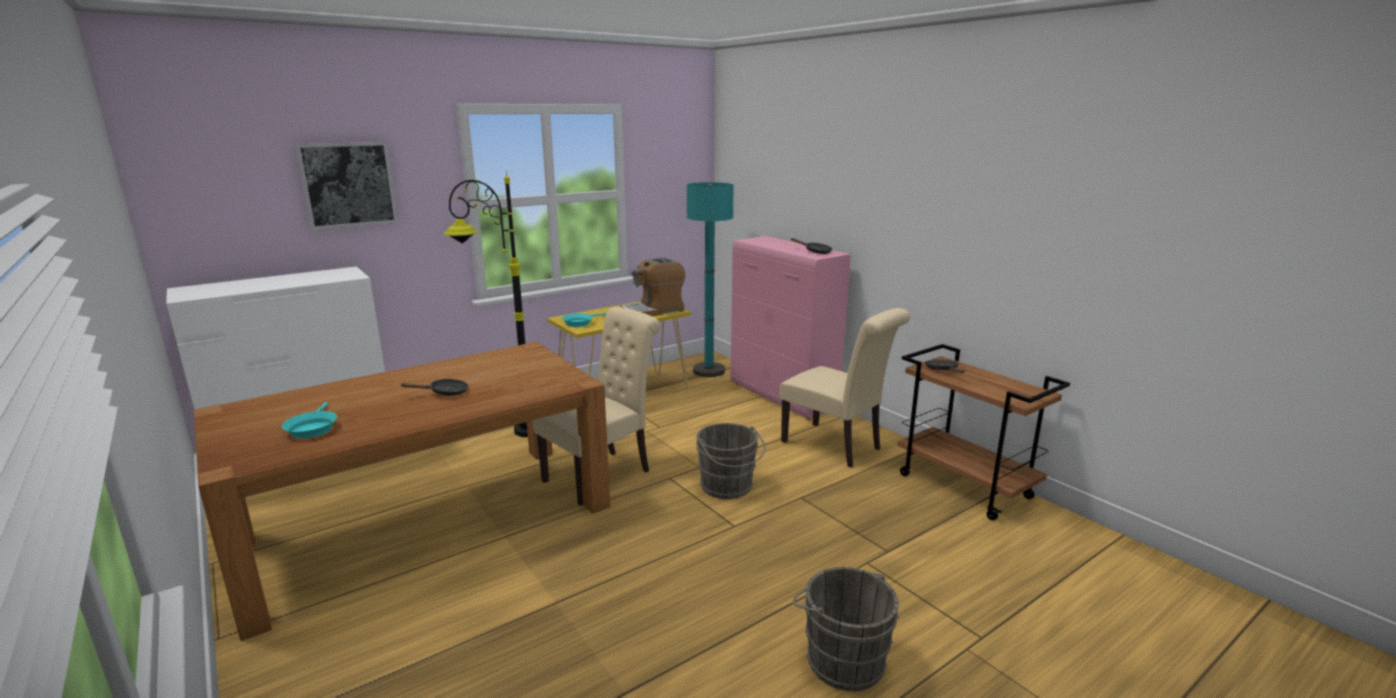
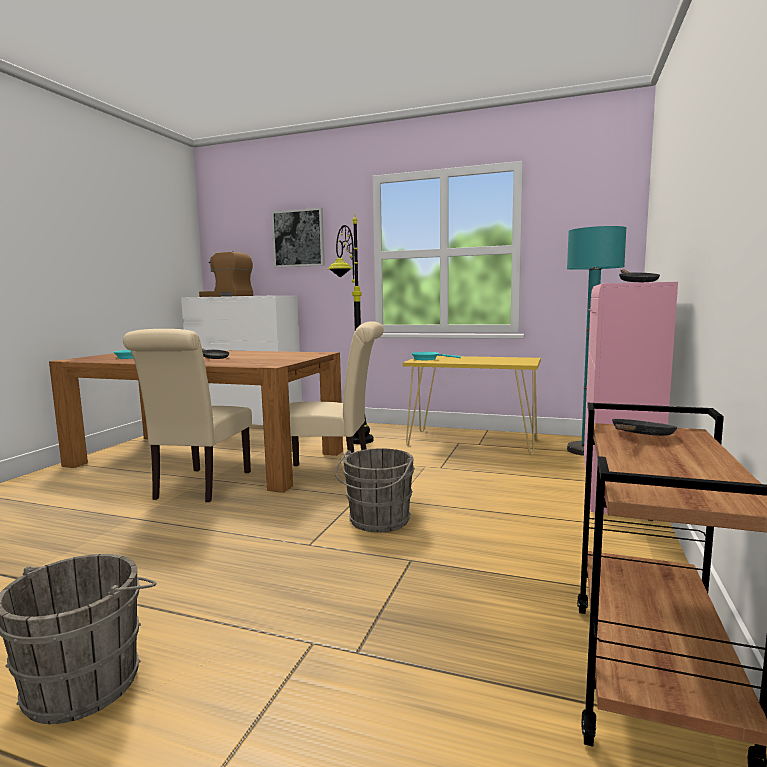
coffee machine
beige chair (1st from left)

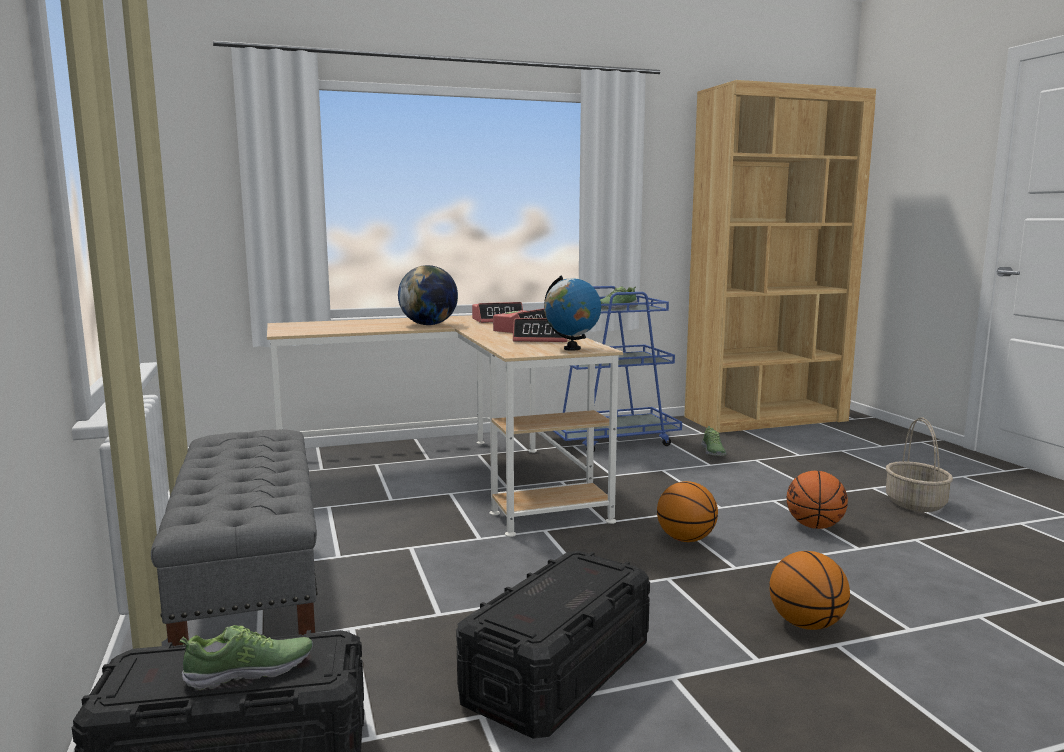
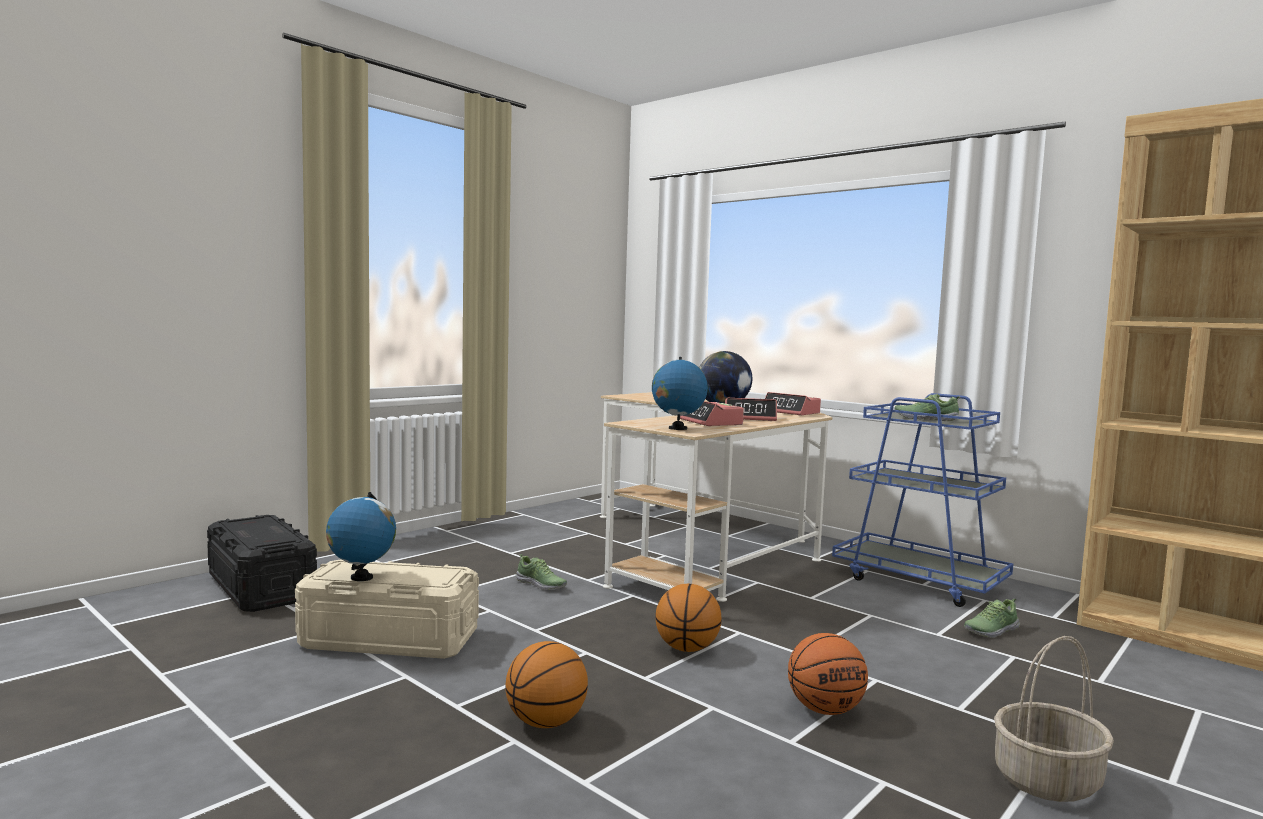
grey bench
shoe (1st from left)
beige storage box
globe (1st from left)

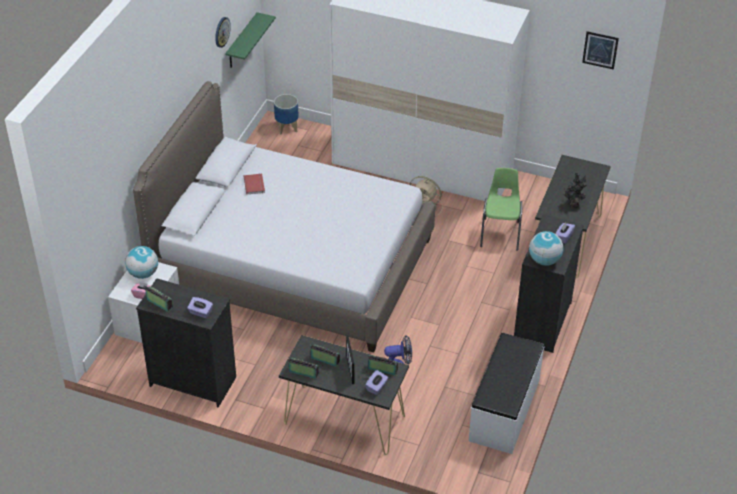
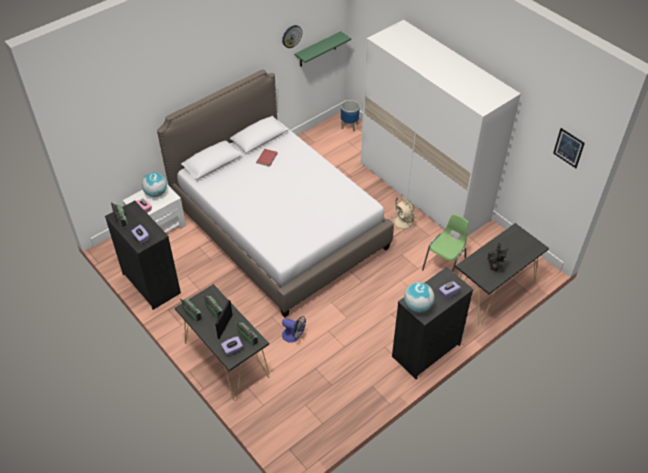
white bench

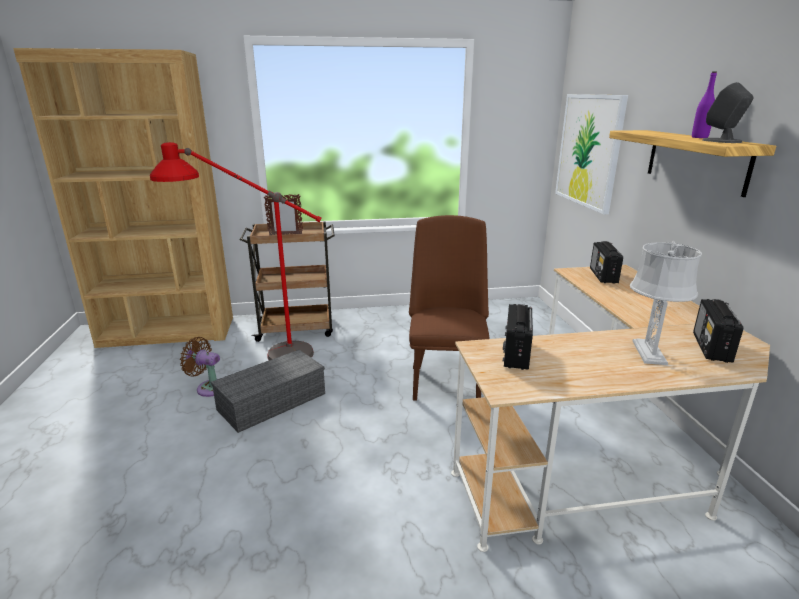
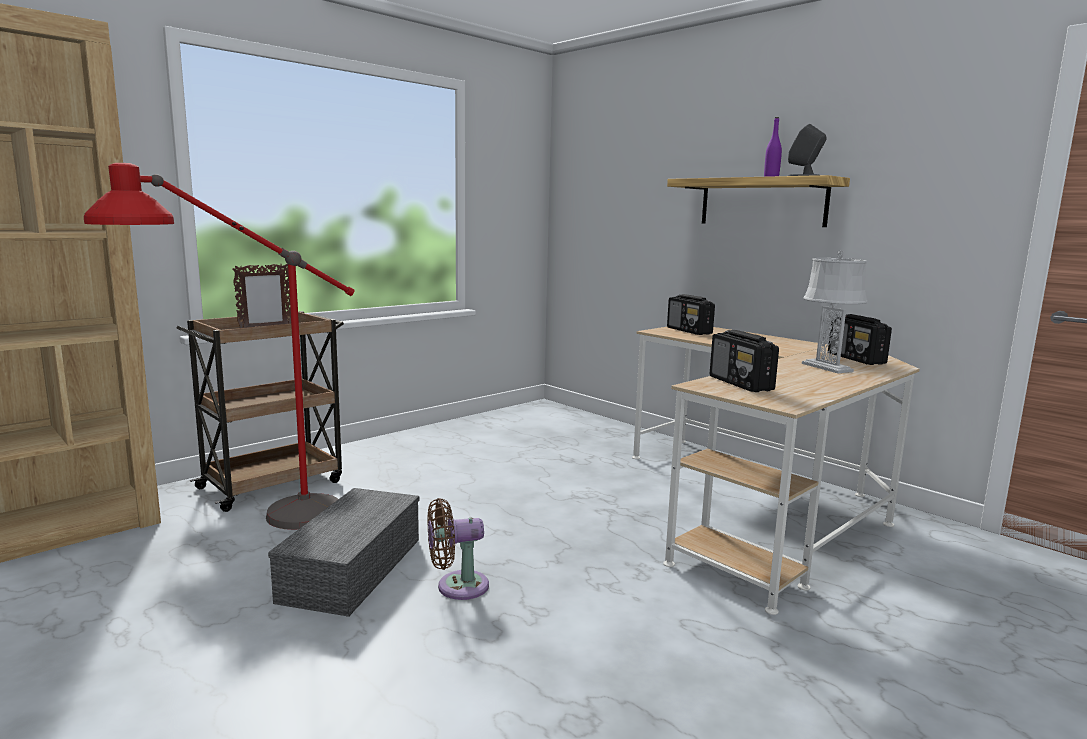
brown fan
brown chair
picture

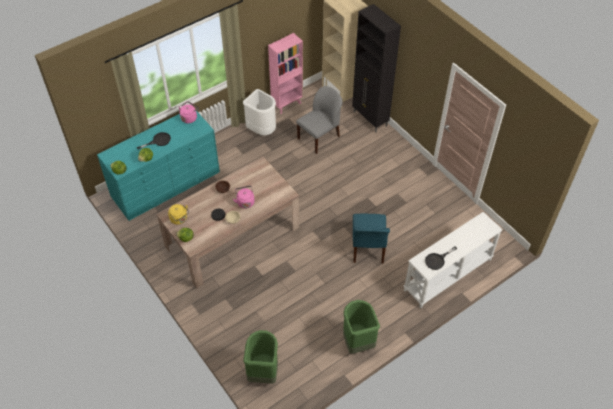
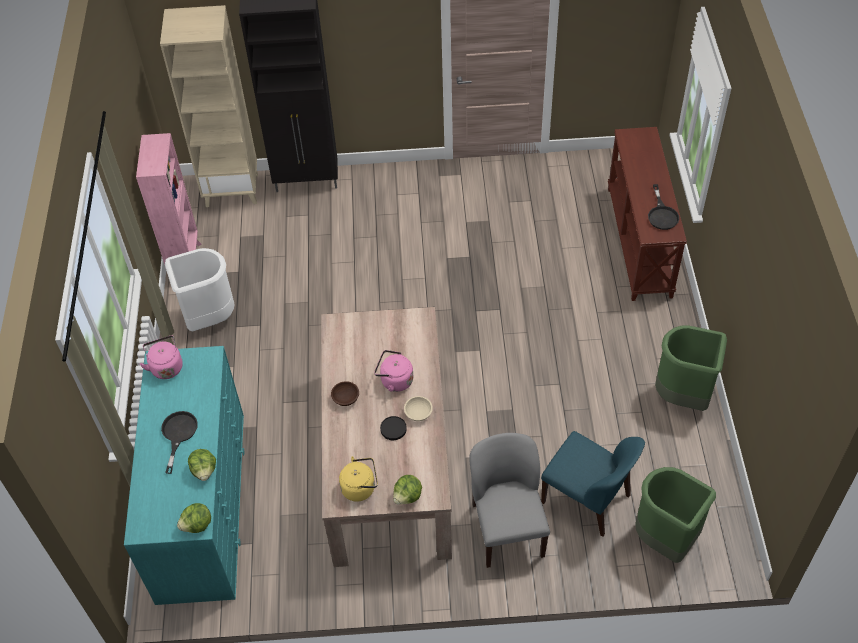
grey chair
blue chair
brown console table

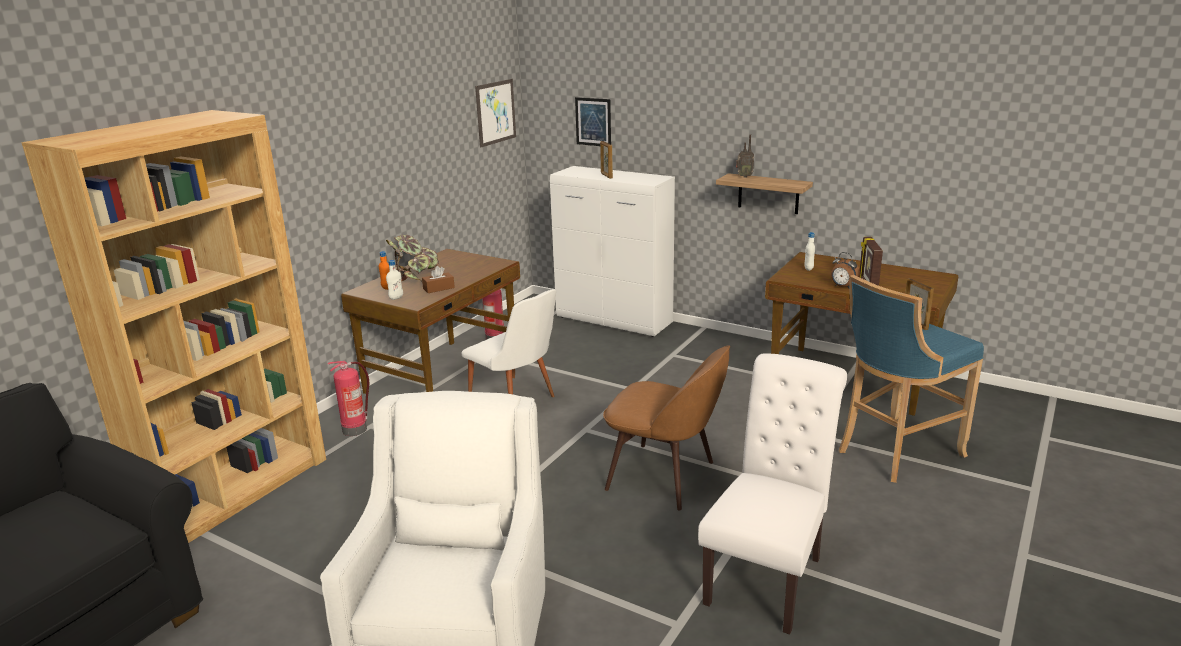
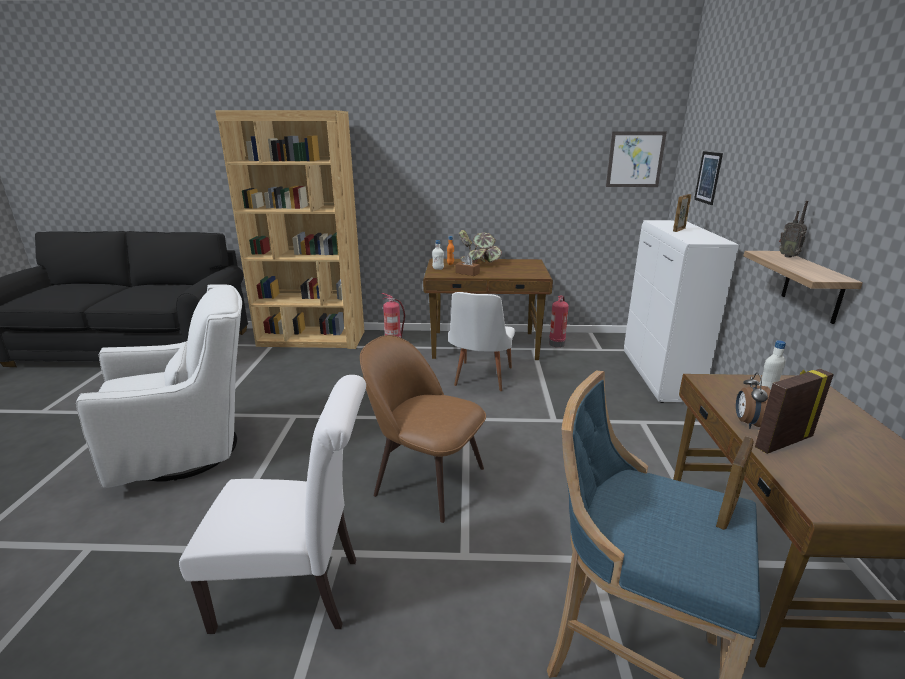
brown chair

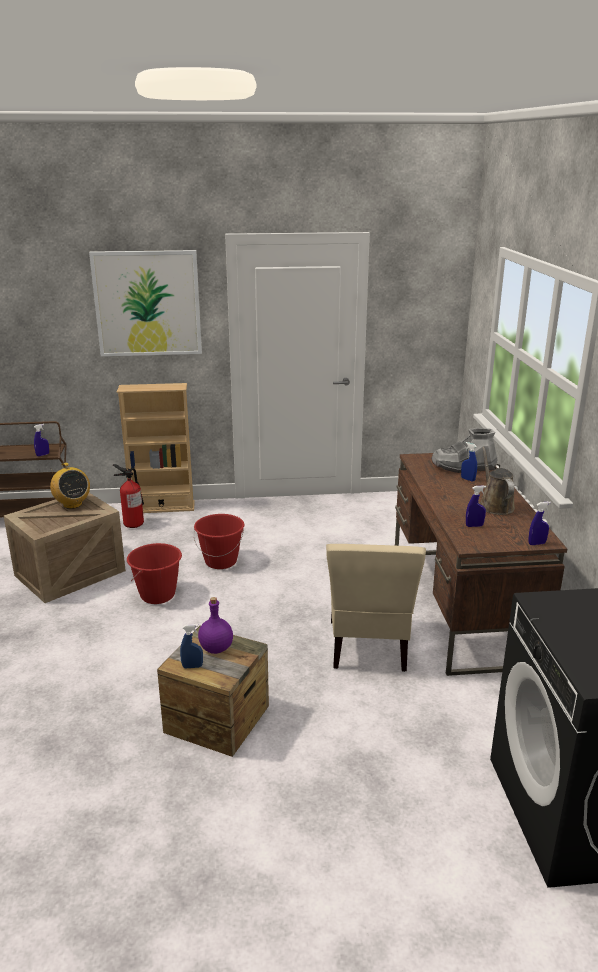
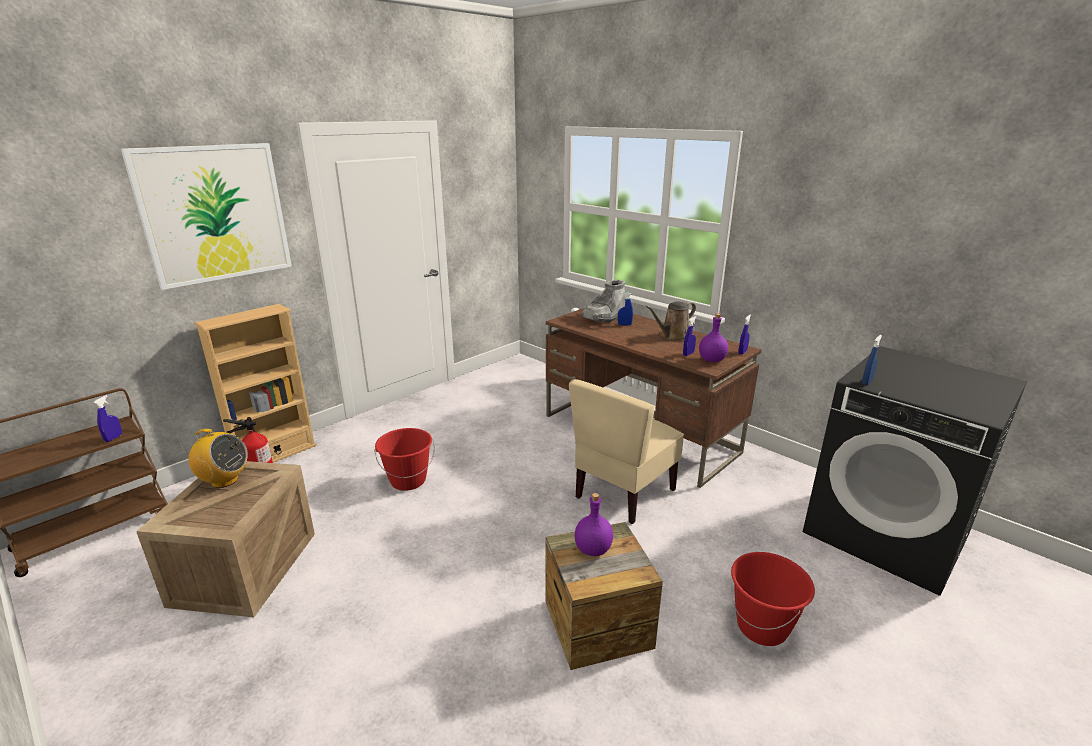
red bucket (2nd from left)
blue spray bottle (5th from left)
beige chair
brown watering can
purple bottle (2nd from left)

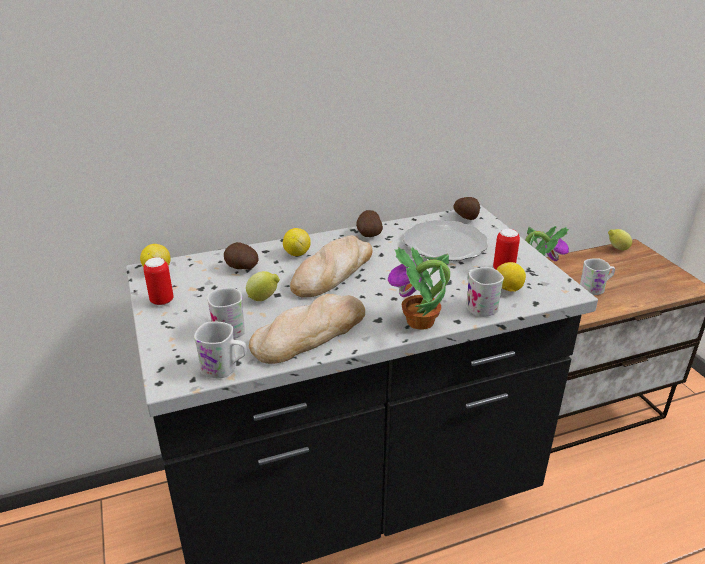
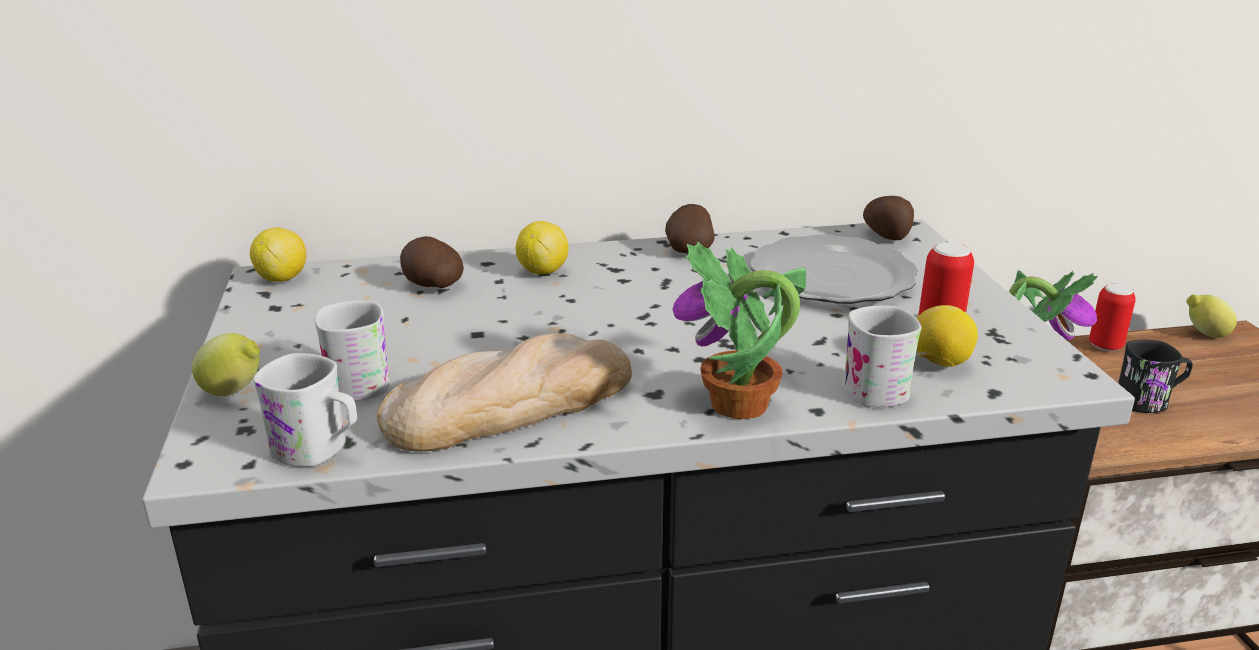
can (2nd from left)
lemon (1st from left)
bread (2nd from left in the first image)
black mug

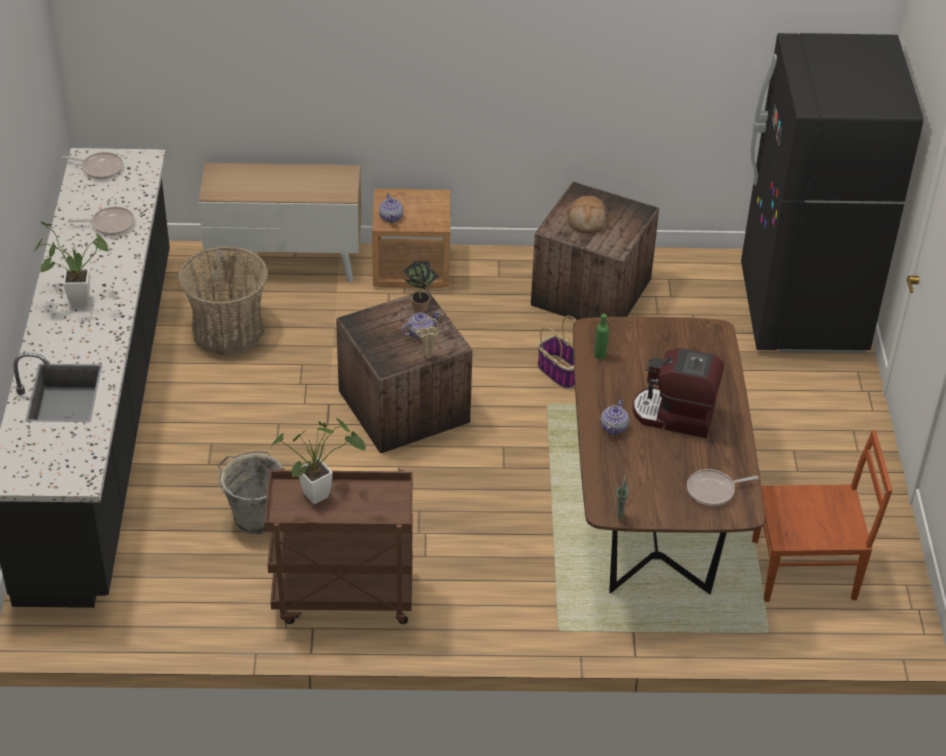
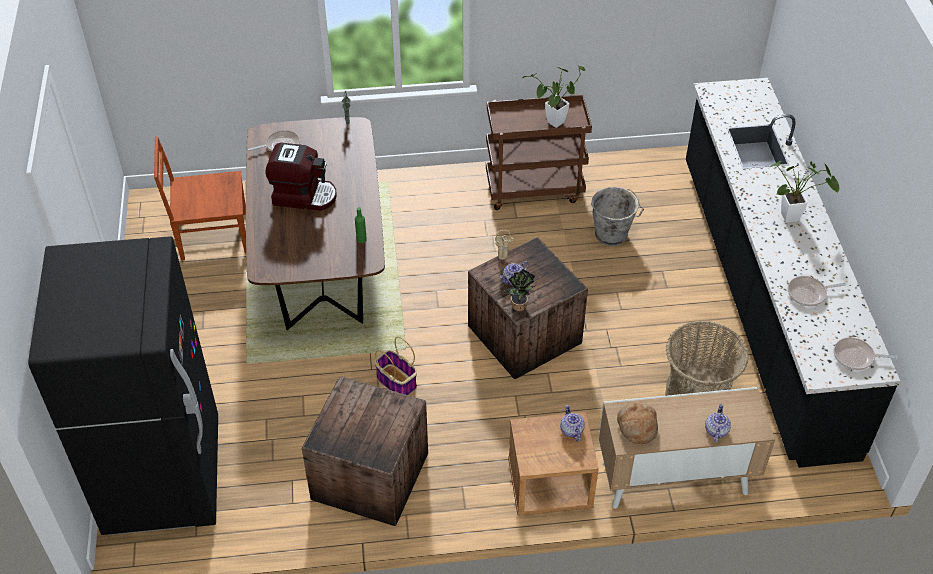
bread
teapot (3rd from left)

